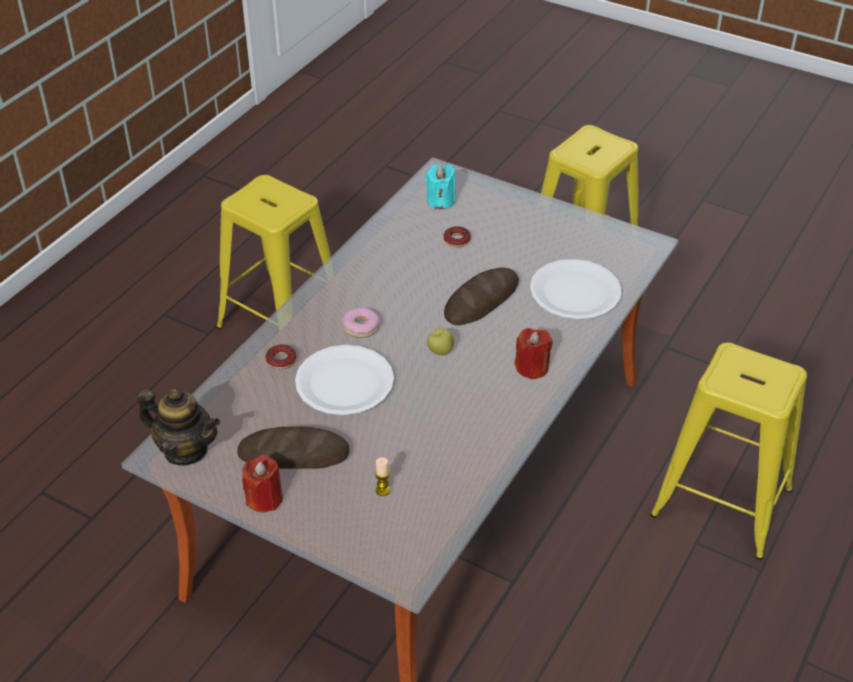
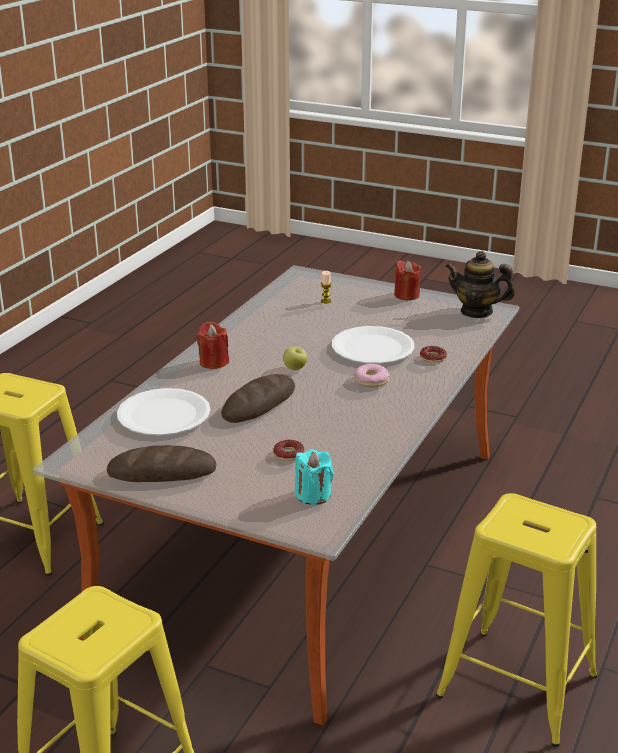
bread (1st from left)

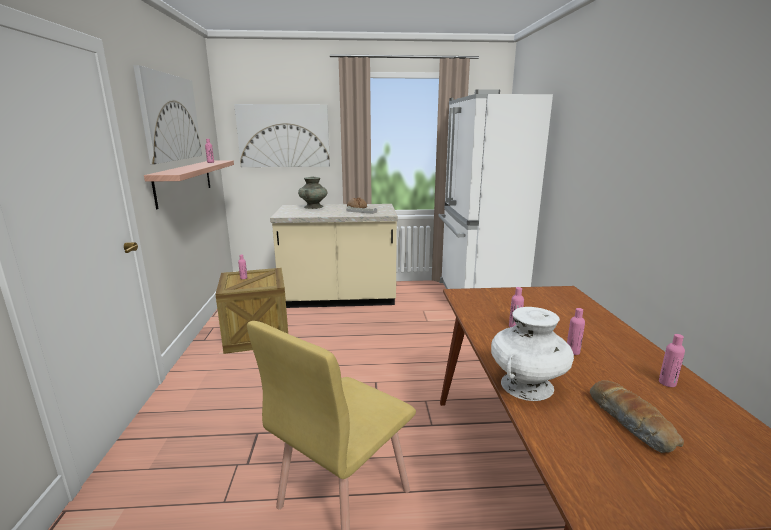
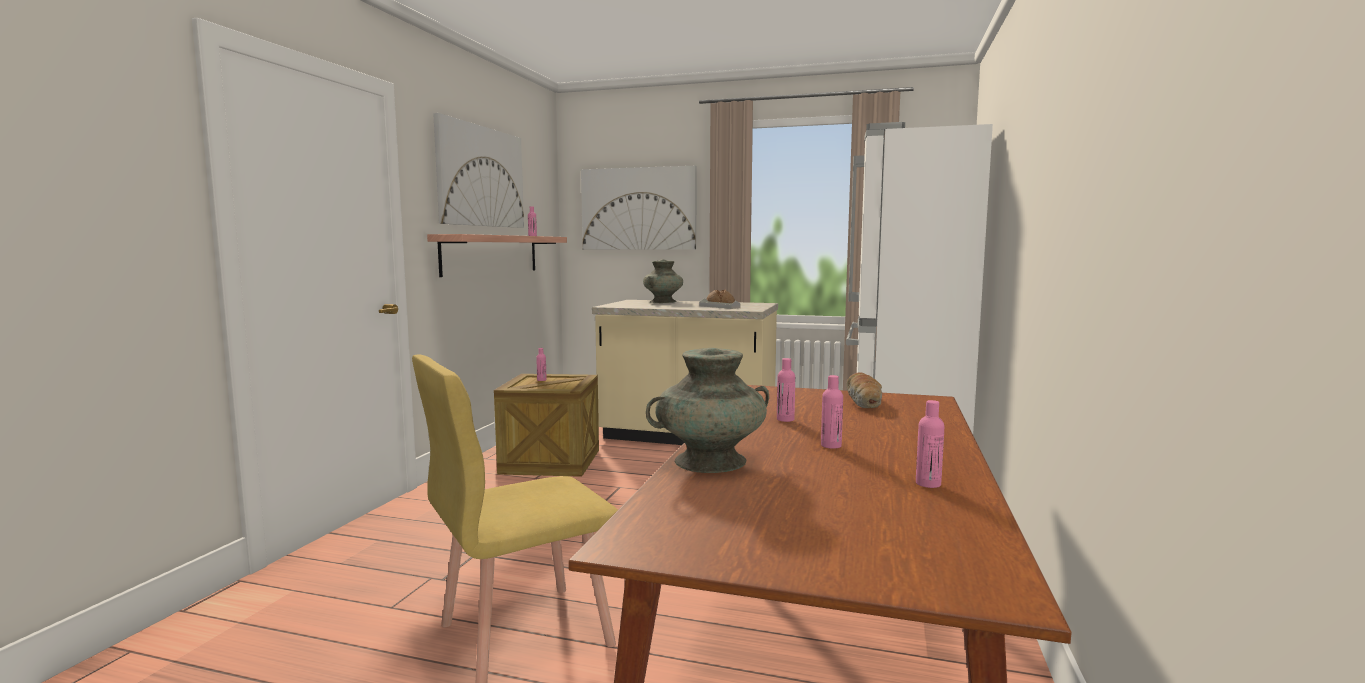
turquoise vase (2nd from left)
bread (2nd from left)

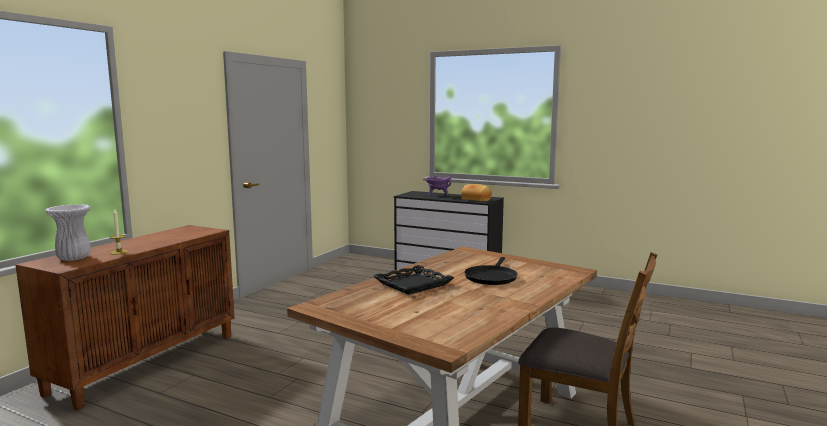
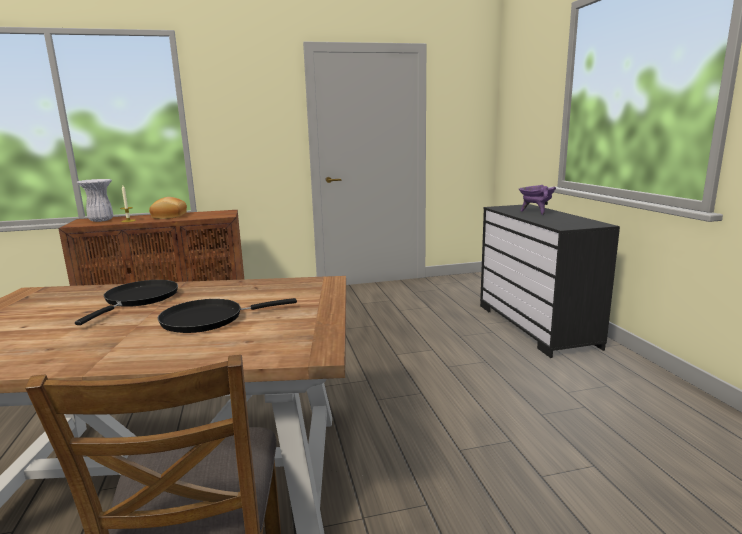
black frying pan (1st from left)
bread

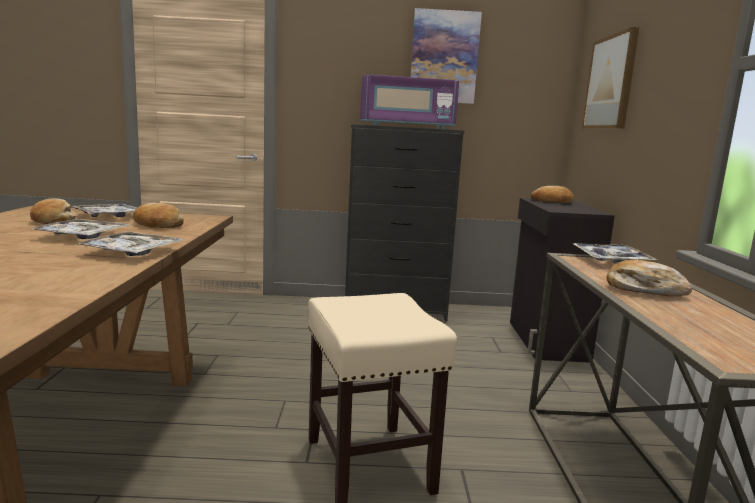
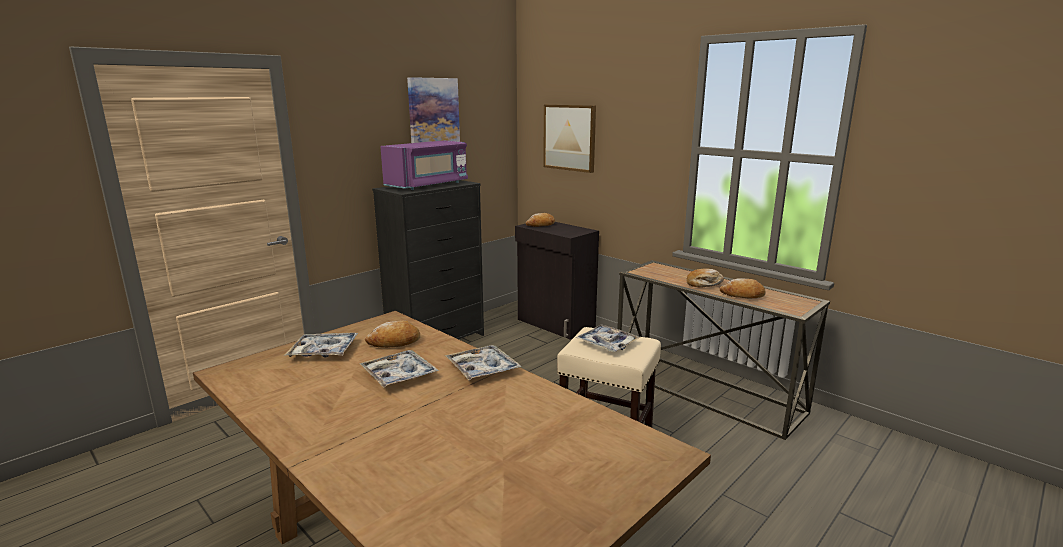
bread (4th from left)
tray (4th from left)

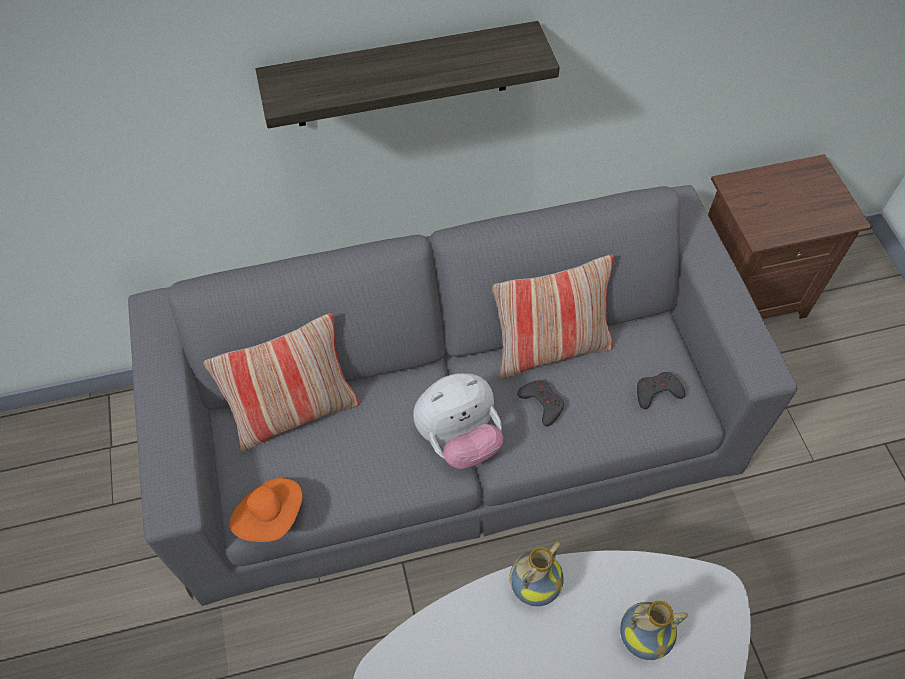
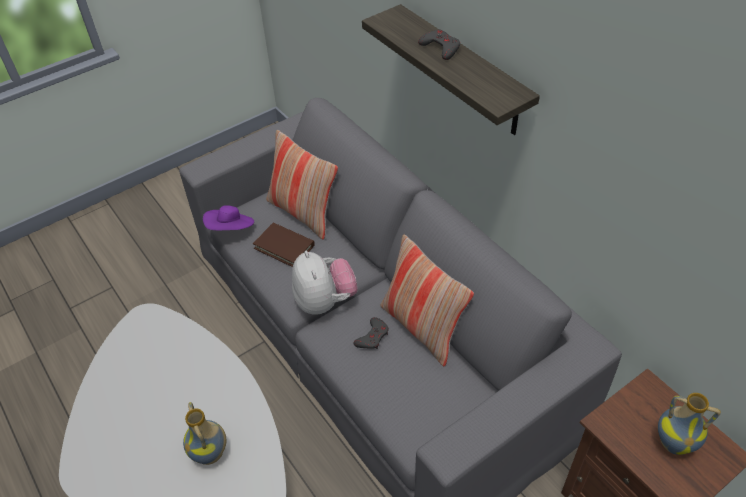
purple hat
plush toy
vase (2nd from left)
grey game controller (2nd from left)
brown book

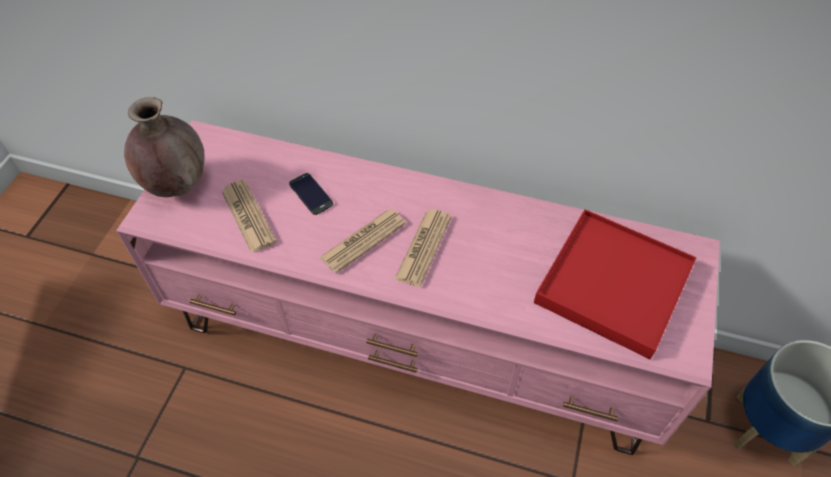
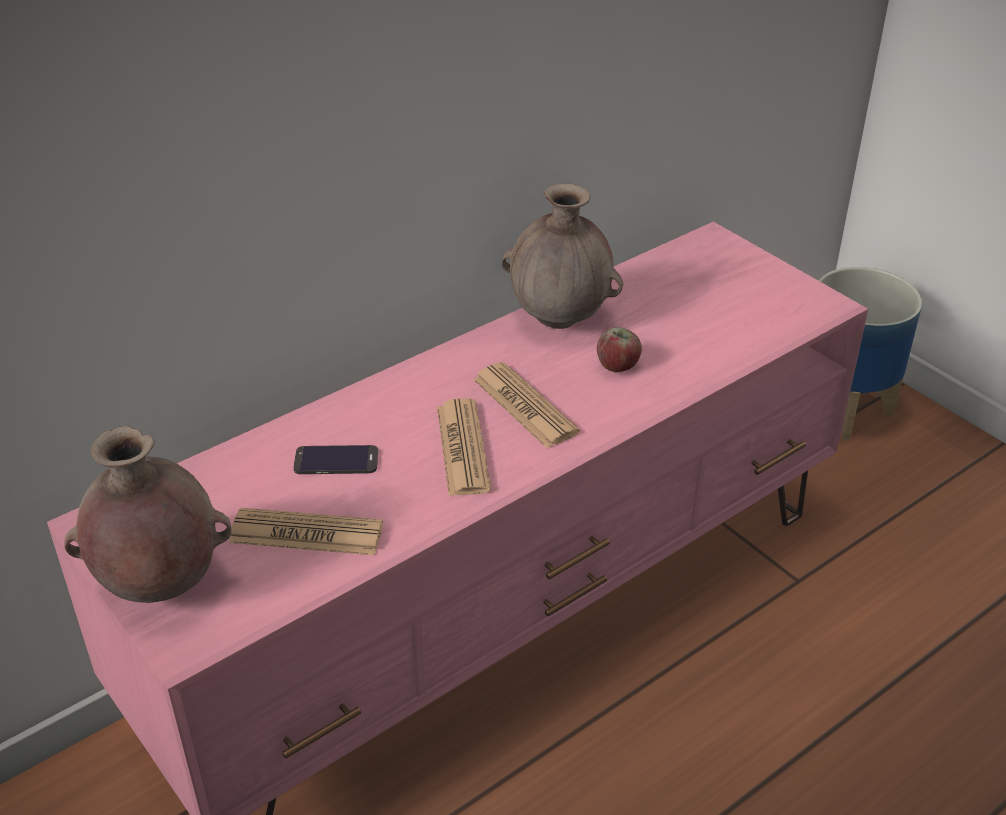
red tray
brown vase (2nd from left)
apple

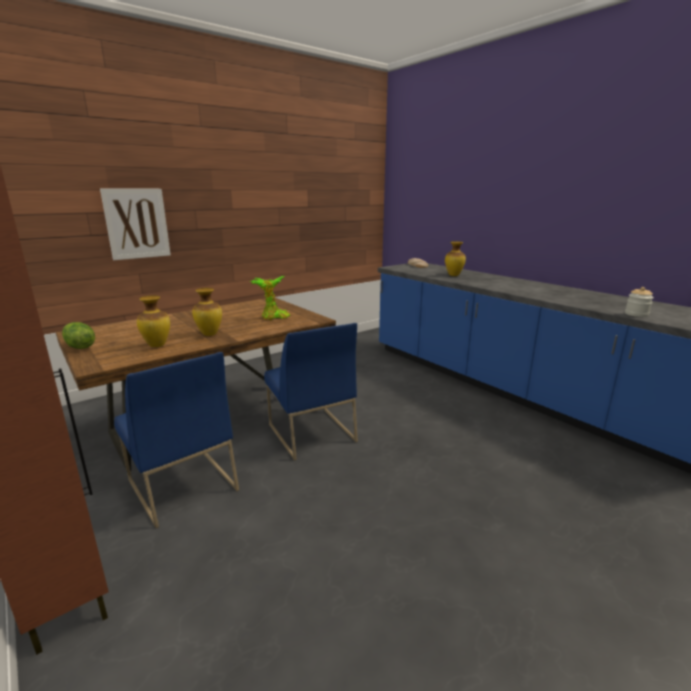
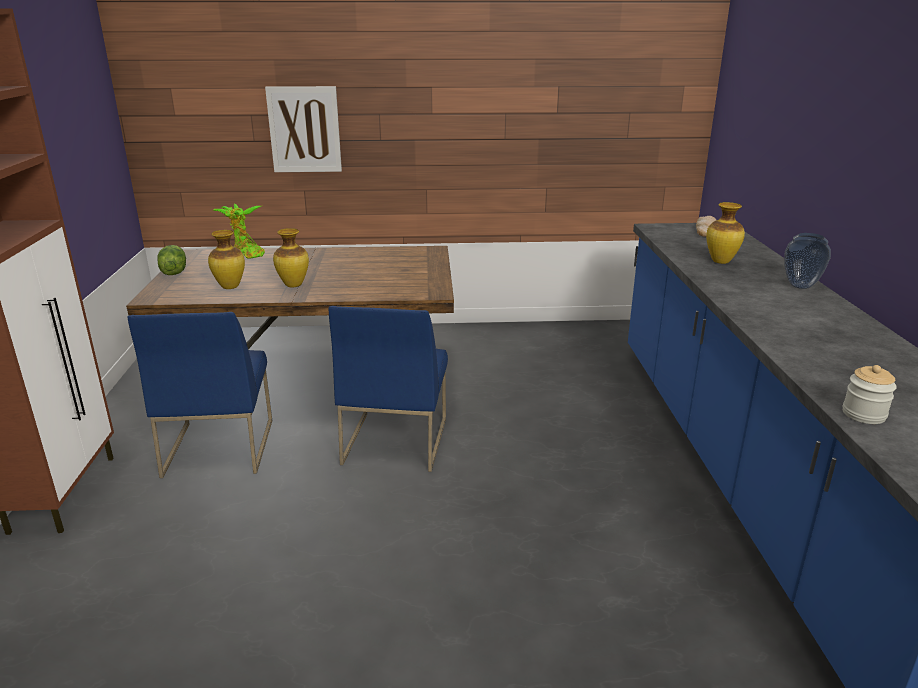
potted plant
vase (4th from left)

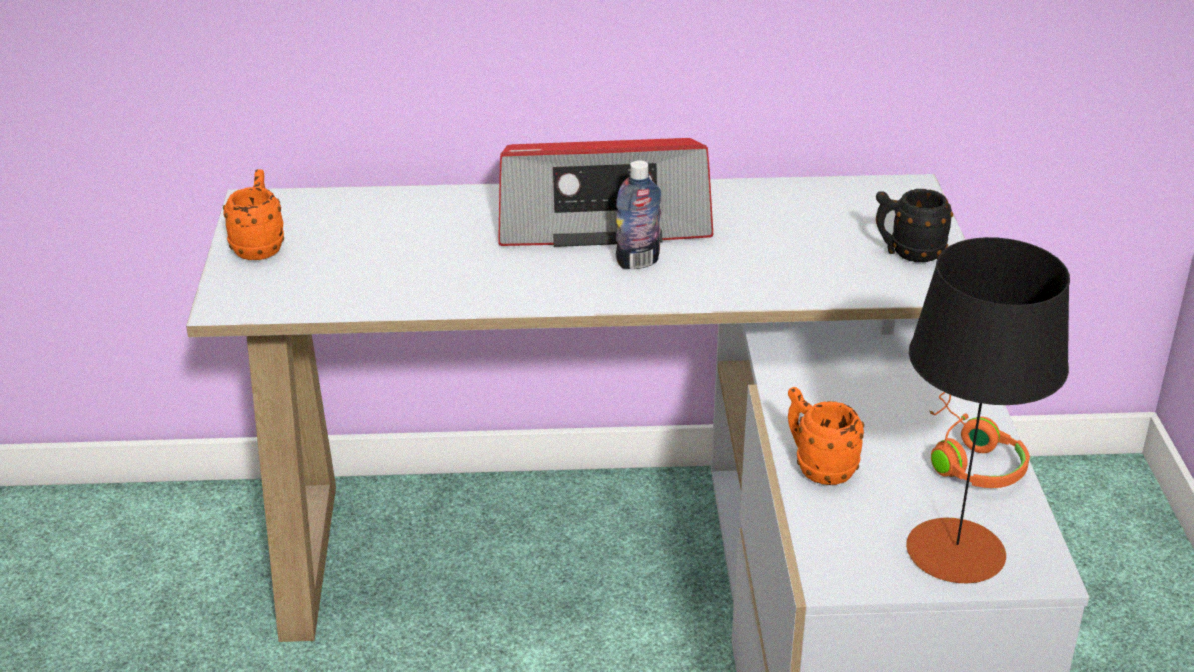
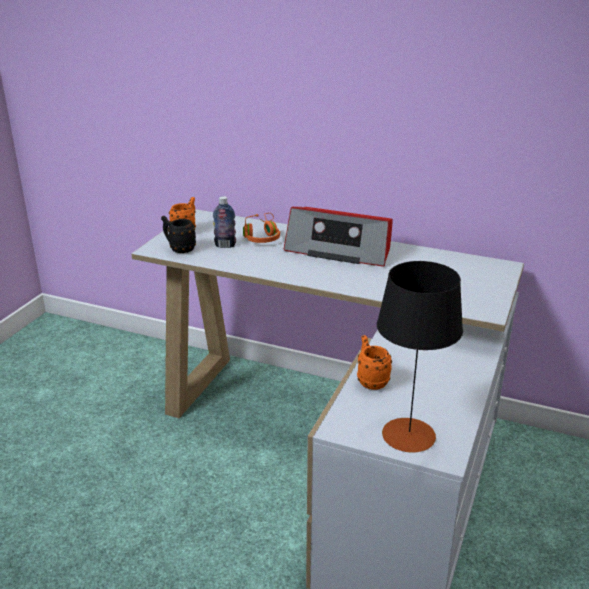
bottle
black mug
orange headphones

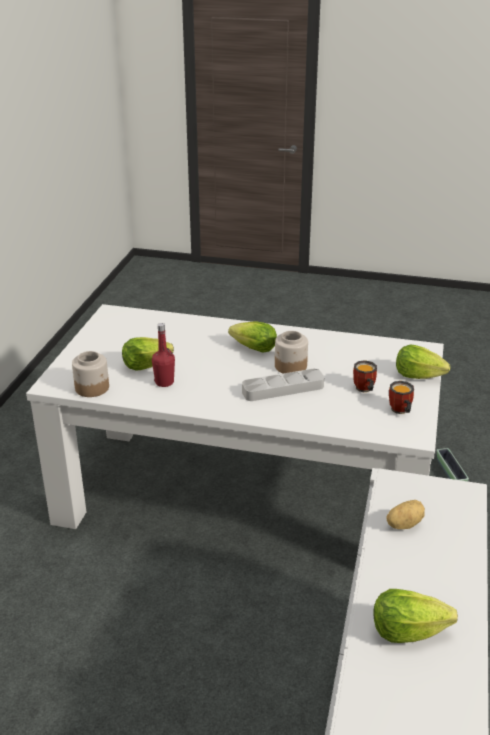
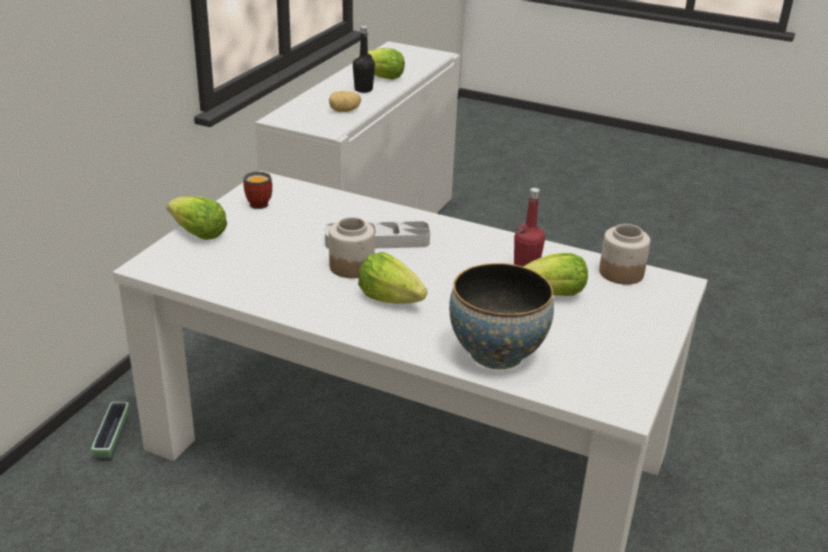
mug (1st from left in the first image)
black bottle
bowl

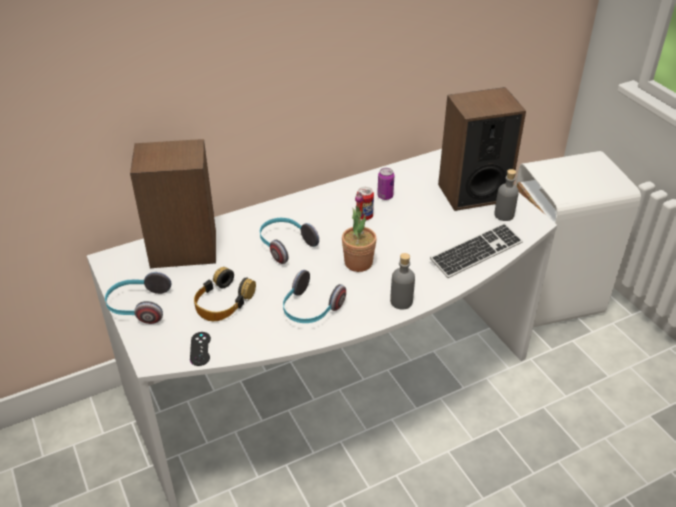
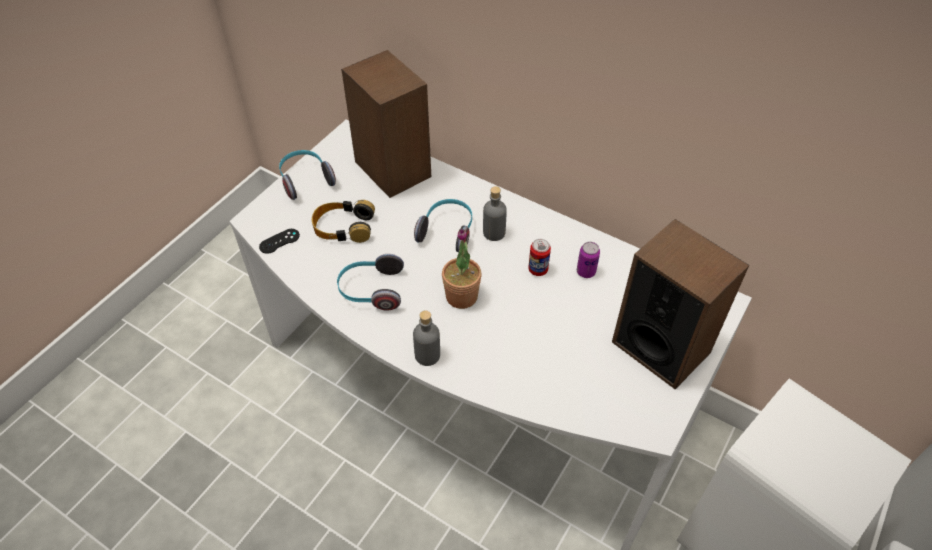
keyboard
grey bottle (2nd from left)

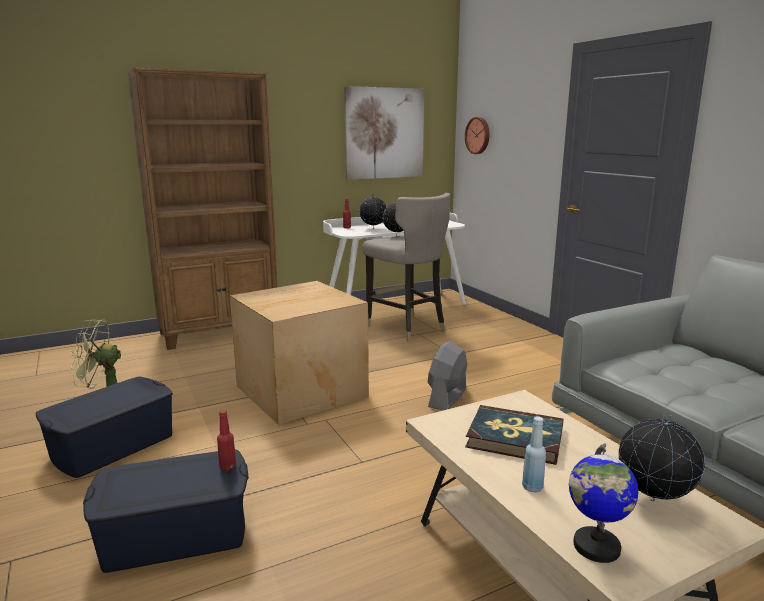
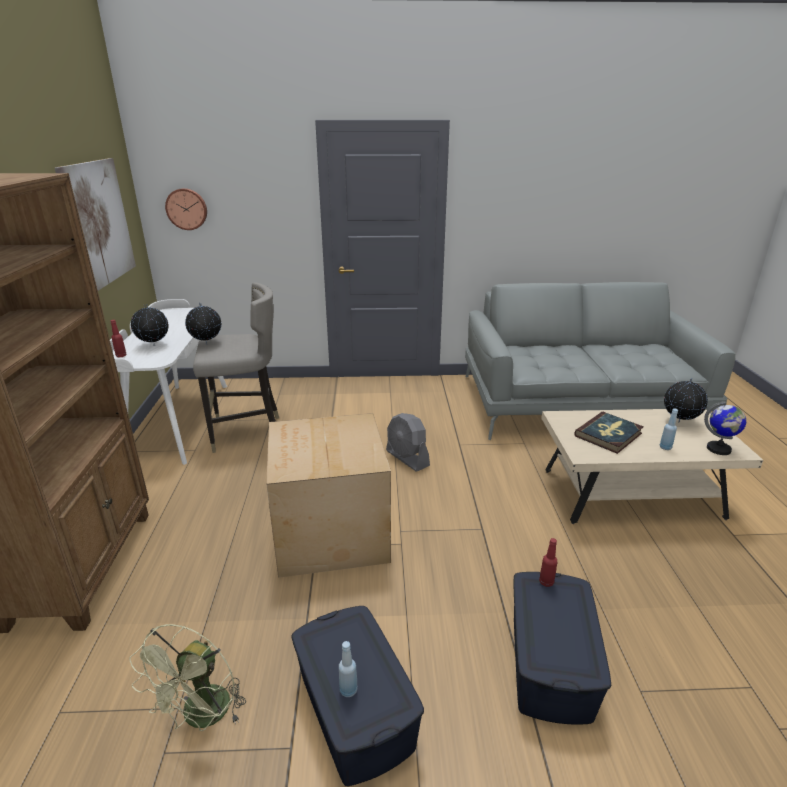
blue bottle (1st from left)

